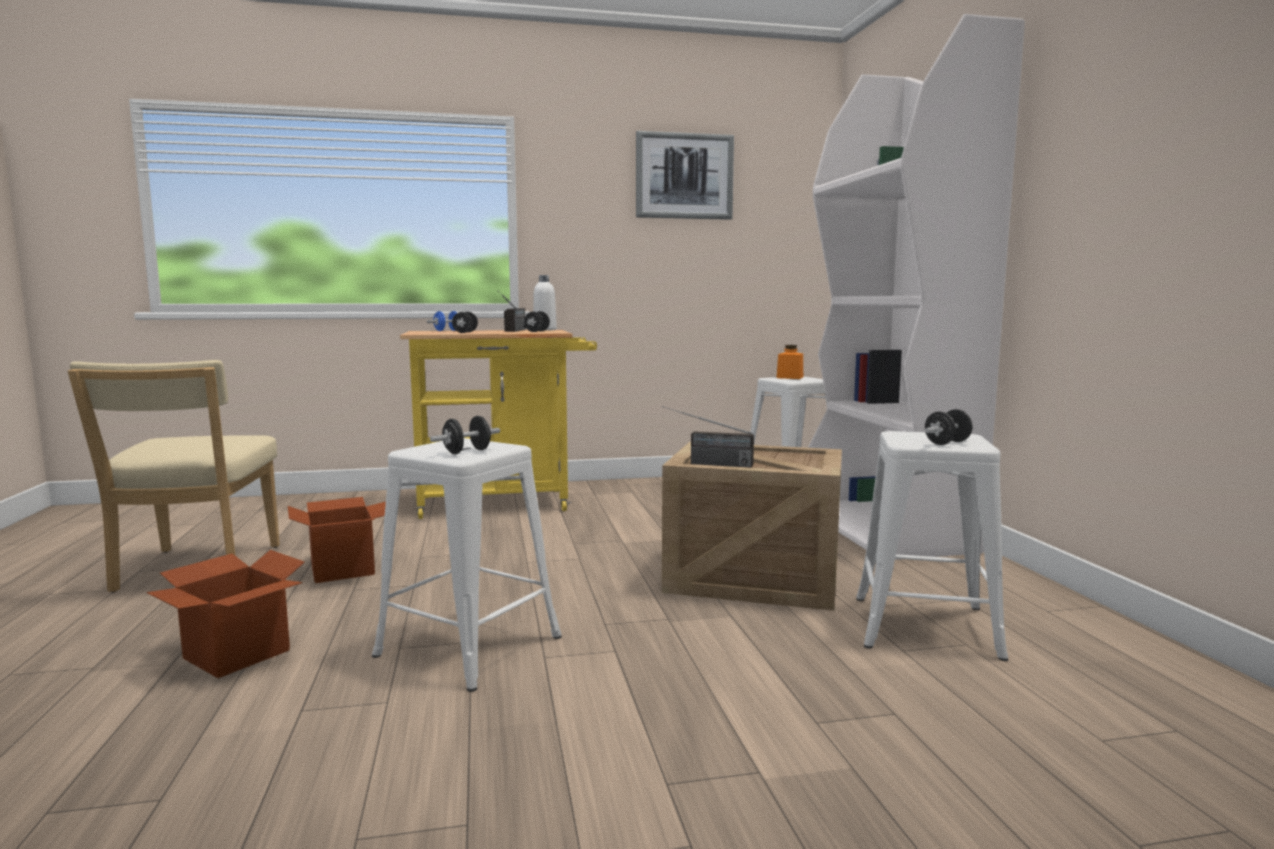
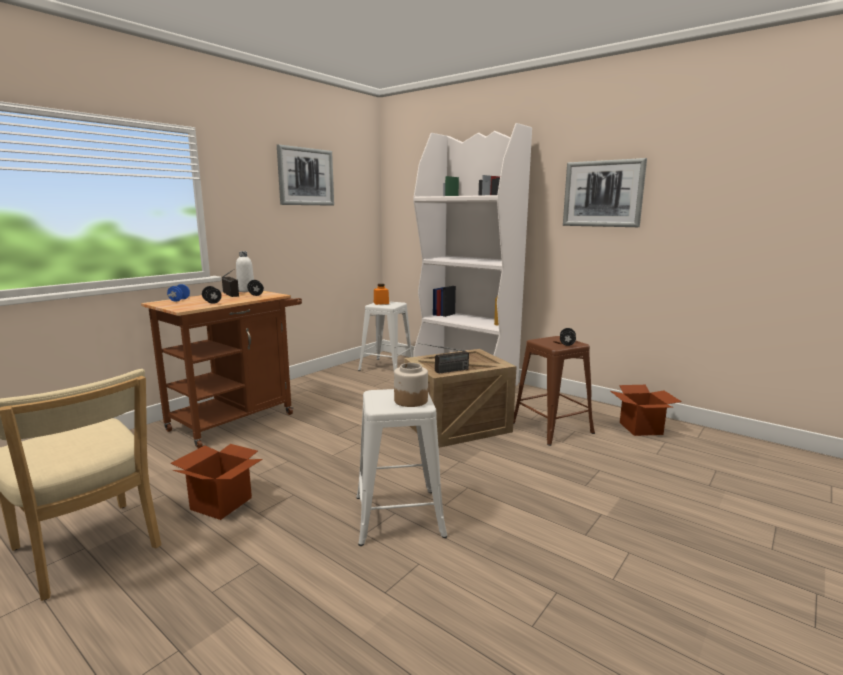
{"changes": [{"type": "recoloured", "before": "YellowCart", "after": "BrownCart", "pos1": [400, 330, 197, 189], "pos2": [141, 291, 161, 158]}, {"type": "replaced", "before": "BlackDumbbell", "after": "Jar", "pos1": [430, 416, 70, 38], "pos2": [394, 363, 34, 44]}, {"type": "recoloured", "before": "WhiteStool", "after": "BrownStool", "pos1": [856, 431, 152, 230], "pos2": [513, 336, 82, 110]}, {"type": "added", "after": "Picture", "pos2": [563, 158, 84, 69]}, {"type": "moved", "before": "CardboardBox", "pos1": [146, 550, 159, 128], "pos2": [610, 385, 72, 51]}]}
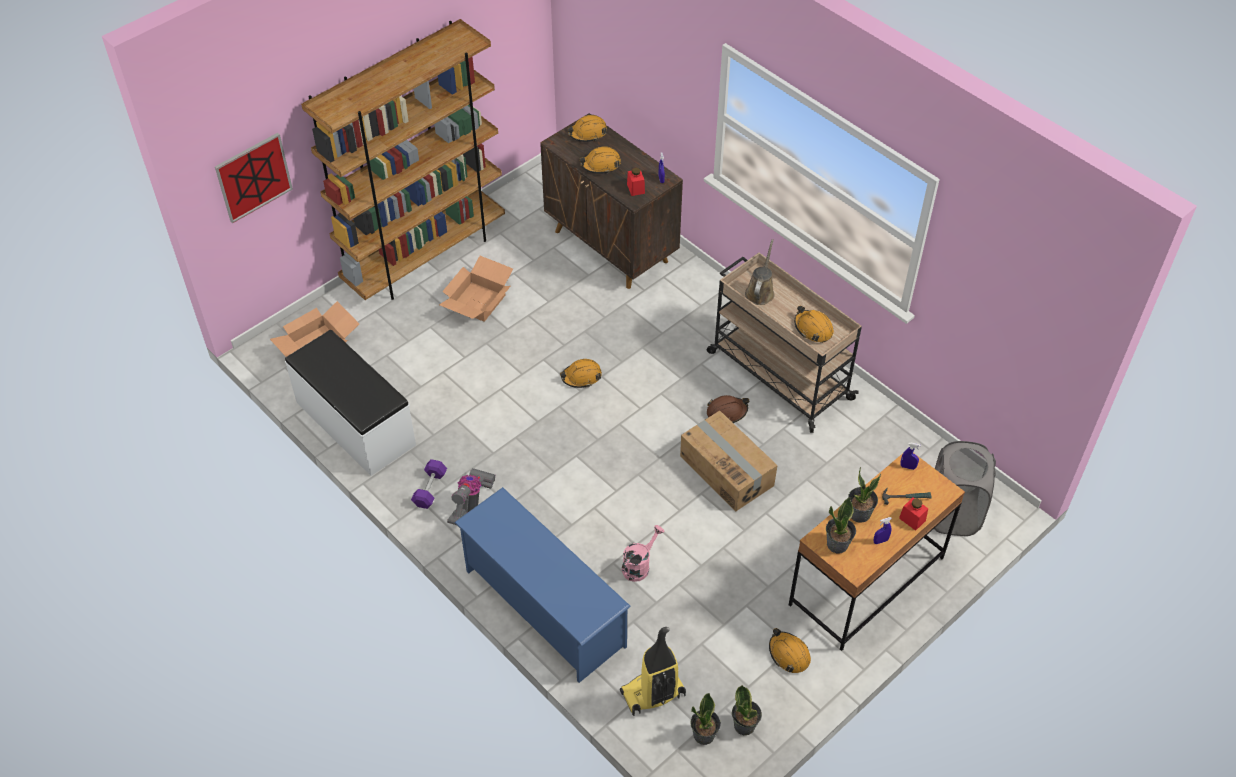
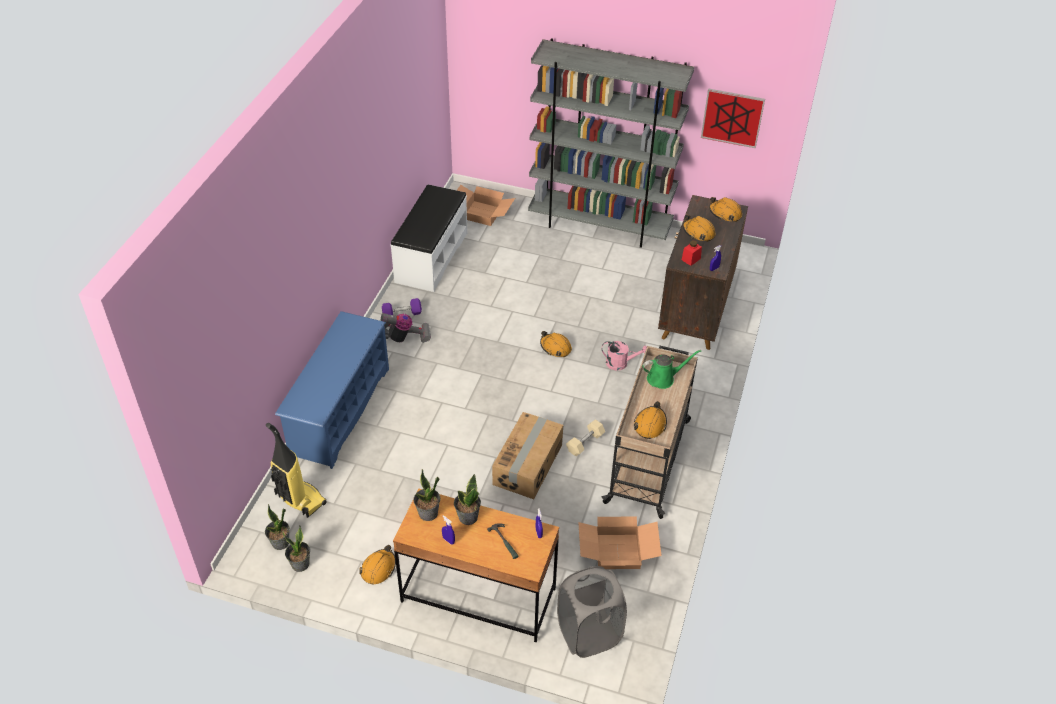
{"changes": [{"type": "recoloured", "before": "BrownBookcase", "after": "GreyBookcase", "pos1": [301, 19, 204, 281], "pos2": [528, 38, 166, 210]}, {"type": "replaced", "before": "BrownHardHat", "after": "BeigeDumbbell", "pos1": [707, 395, 42, 28], "pos2": [566, 419, 39, 37]}, {"type": "moved", "before": "CardboardBox", "pos1": [439, 256, 74, 66], "pos2": [578, 517, 84, 52]}, {"type": "moved", "before": "PinkWateringCan", "pos1": [621, 525, 43, 57], "pos2": [602, 341, 45, 30]}, {"type": "recoloured", "before": "BrownWateringCan", "after": "GreenWateringCan", "pos1": [745, 239, 29, 66], "pos2": [643, 350, 58, 39]}, {"type": "moved", "before": "Picture", "pos1": [215, 133, 78, 90], "pos2": [701, 88, 64, 60]}, {"type": "removed", "before": "RedJar", "pos1": [899, 498, 29, 33]}]}
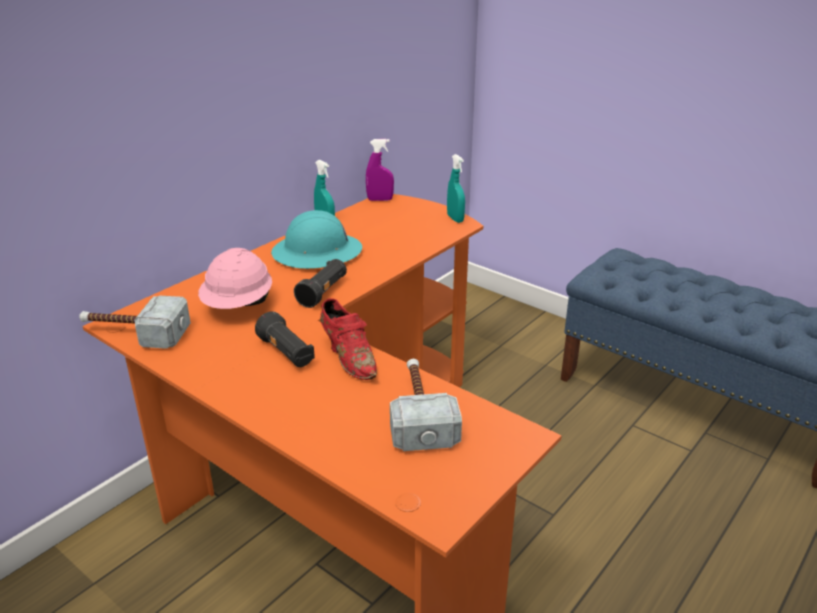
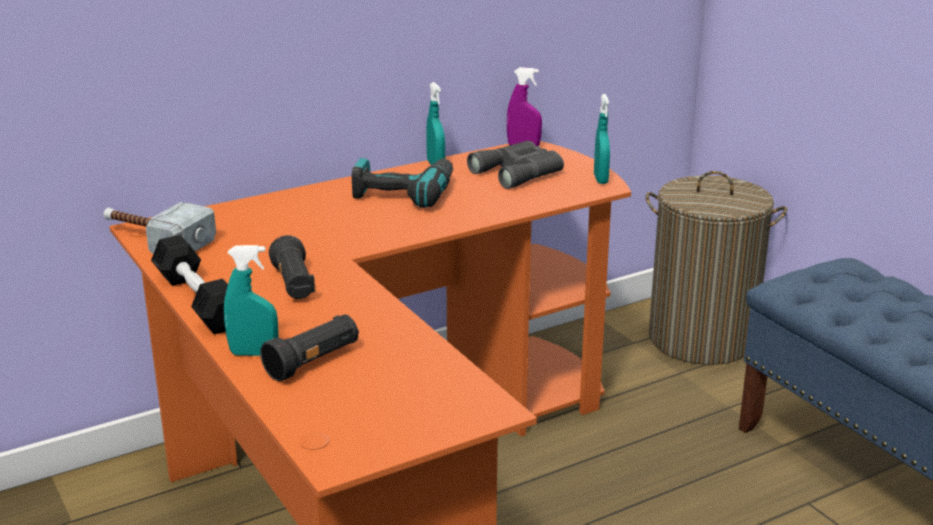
{"changes": [{"type": "added", "after": "BlackDumbbell", "pos2": [151, 235, 77, 99]}, {"type": "added", "after": "TurquoiseSprayBottle", "pos2": [224, 245, 55, 111]}, {"type": "moved", "before": "BlackFlashlight", "pos1": [294, 259, 53, 49], "pos2": [260, 314, 99, 67]}, {"type": "replaced", "before": "TurquoiseHardHat", "after": "PowerDrill", "pos1": [271, 210, 91, 59], "pos2": [352, 158, 101, 50]}, {"type": "added", "after": "GreyBinoculars", "pos2": [467, 141, 97, 48]}, {"type": "added", "after": "LaundryBasket", "pos2": [645, 171, 142, 194]}, {"type": "removed", "before": "PinkHardHat", "pos1": [198, 248, 74, 61]}, {"type": "removed", "before": "RedShoe", "pos1": [320, 298, 57, 82]}, {"type": "removed", "before": "Hammer", "pos1": [390, 359, 72, 92]}]}
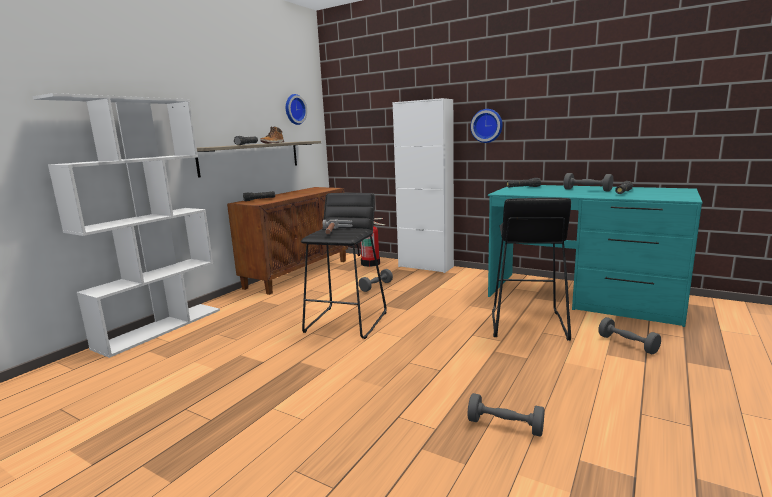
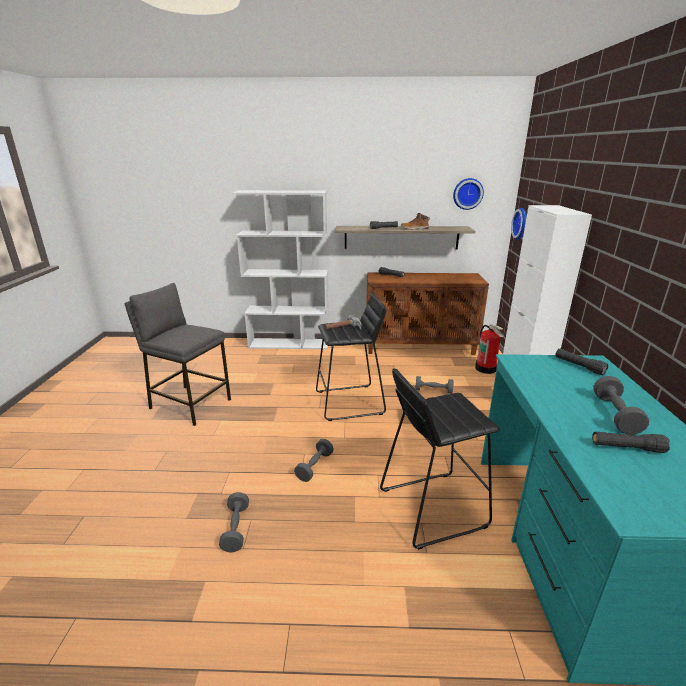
{"changes": [{"type": "added", "after": "GreyStool", "pos2": [125, 283, 106, 143]}, {"type": "moved", "before": "GreyDumbbell", "pos1": [598, 317, 63, 37], "pos2": [294, 439, 40, 43]}, {"type": "moved", "before": "WallClock", "pos1": [470, 109, 32, 34], "pos2": [511, 208, 16, 32]}]}
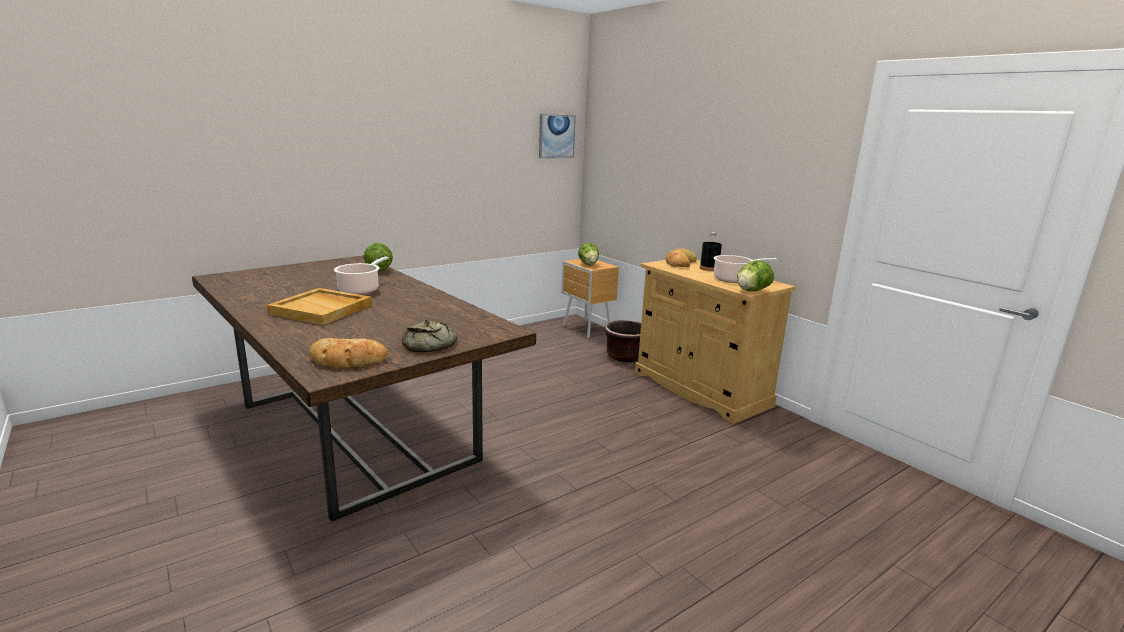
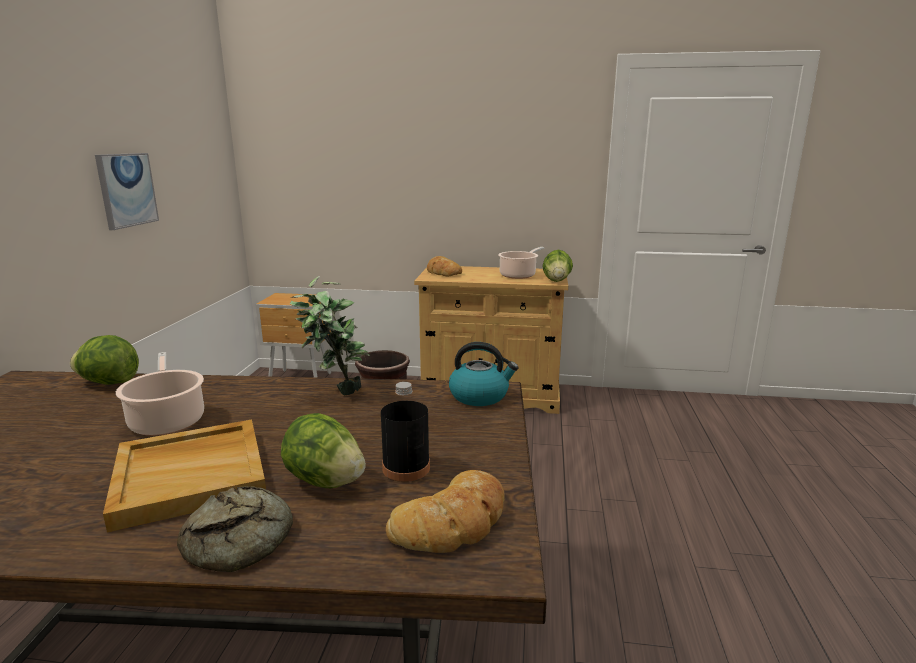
{"changes": [{"type": "moved", "before": "Picture", "pos1": [539, 114, 37, 44], "pos2": [95, 153, 64, 77]}, {"type": "moved", "before": "Bread", "pos1": [402, 320, 55, 32], "pos2": [177, 486, 116, 86]}, {"type": "moved", "before": "Lettuce", "pos1": [578, 242, 21, 23], "pos2": [281, 413, 85, 75]}, {"type": "added", "after": "PottedPlant", "pos2": [290, 276, 80, 119]}, {"type": "moved", "before": "BlackBottle", "pos1": [700, 232, 22, 39], "pos2": [381, 382, 49, 100]}, {"type": "added", "after": "Kettle", "pos2": [449, 342, 70, 64]}]}
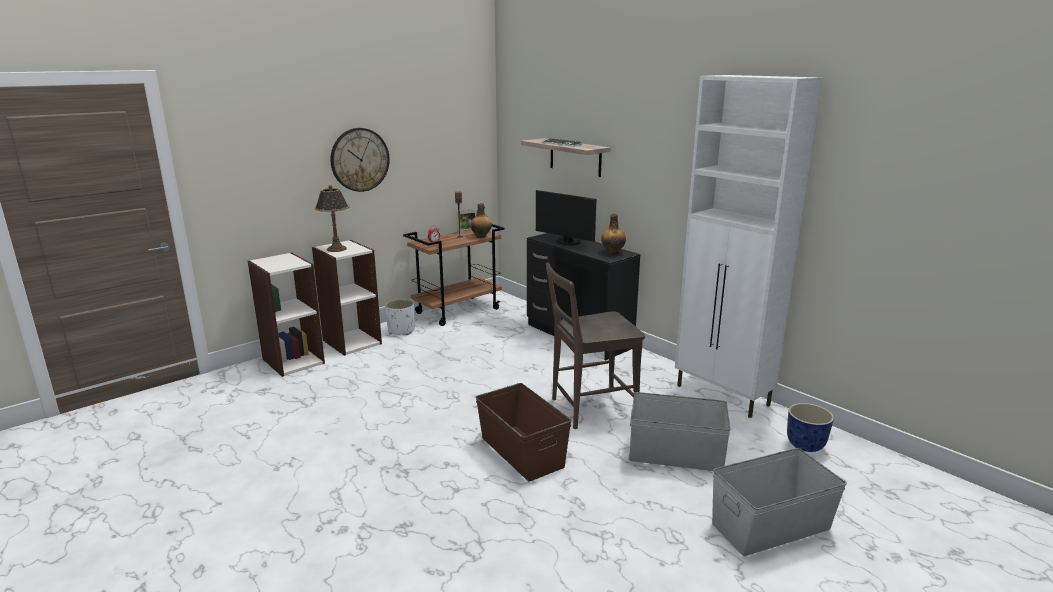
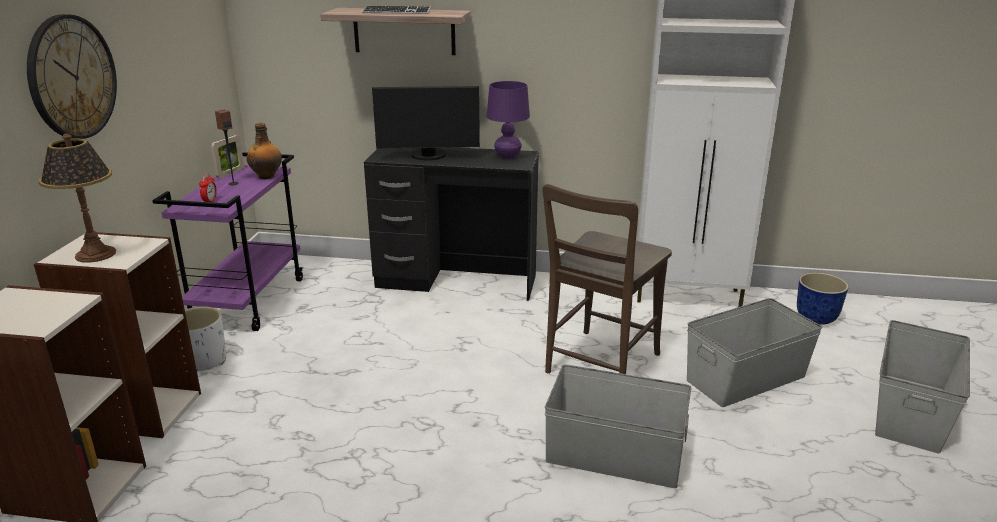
{"changes": [{"type": "recoloured", "before": "BrownCart", "after": "PurpleCart", "pos1": [403, 224, 101, 102], "pos2": [152, 152, 151, 179]}, {"type": "replaced", "before": "Bottle", "after": "PurpleTableLamp", "pos1": [601, 214, 25, 40], "pos2": [487, 81, 43, 78]}, {"type": "recoloured", "before": "BrownStorageBox", "after": "GreyStorageBox", "pos1": [476, 383, 96, 99], "pos2": [545, 365, 146, 123]}]}
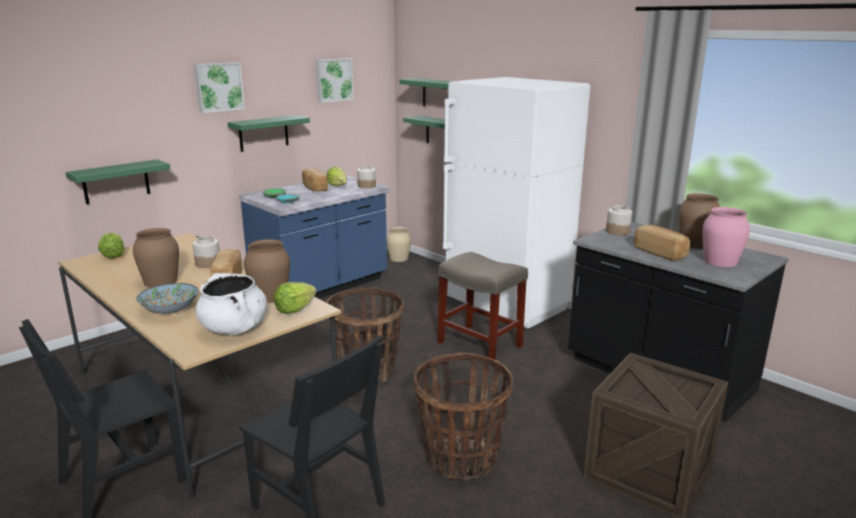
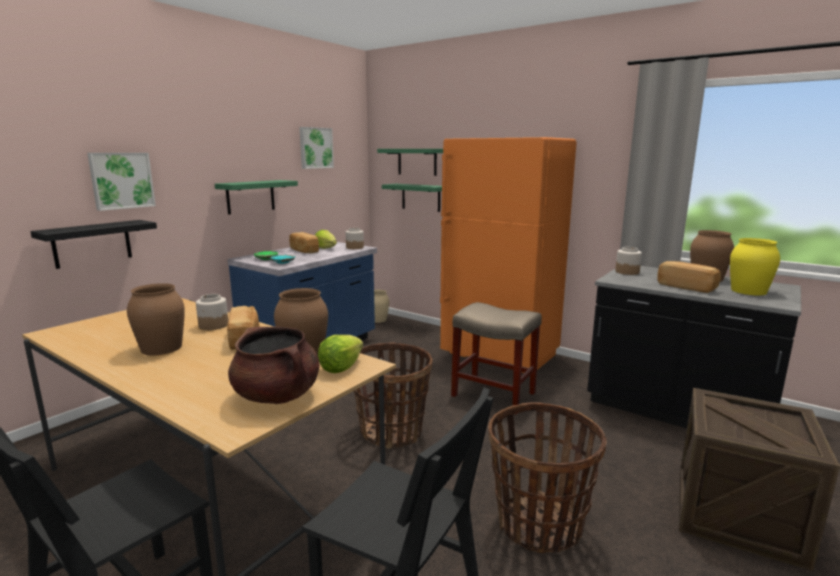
{"changes": [{"type": "recoloured", "before": "GreenShelf", "after": "BlackShelf", "pos1": [65, 159, 105, 45], "pos2": [30, 220, 127, 49]}, {"type": "moved", "before": "Picture", "pos1": [194, 62, 51, 51], "pos2": [87, 153, 69, 58]}, {"type": "recoloured", "before": "WhiteCookingPot", "after": "BrownCookingPot", "pos1": [195, 273, 72, 62], "pos2": [228, 327, 91, 77]}, {"type": "recoloured", "before": "WhiteFridge", "after": "OrangeFridge", "pos1": [443, 77, 147, 251], "pos2": [440, 137, 137, 236]}, {"type": "recoloured", "before": "PinkVase", "after": "YellowVase", "pos1": [703, 207, 47, 60], "pos2": [730, 238, 50, 57]}, {"type": "removed", "before": "Lettuce", "pos1": [98, 233, 27, 26]}, {"type": "removed", "before": "Bowl", "pos1": [136, 283, 63, 31]}]}
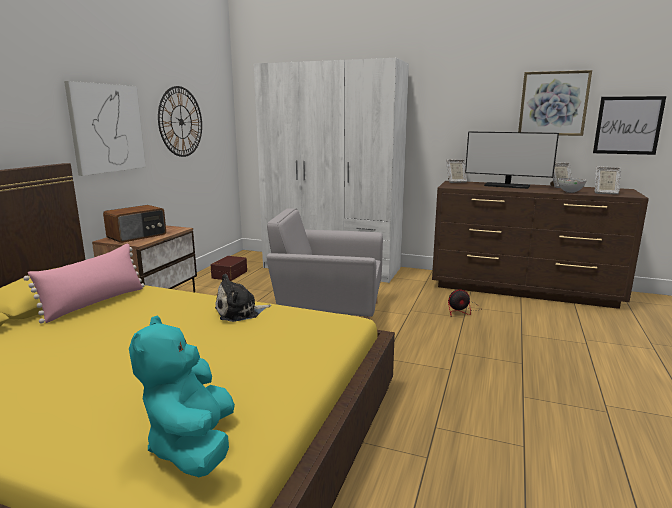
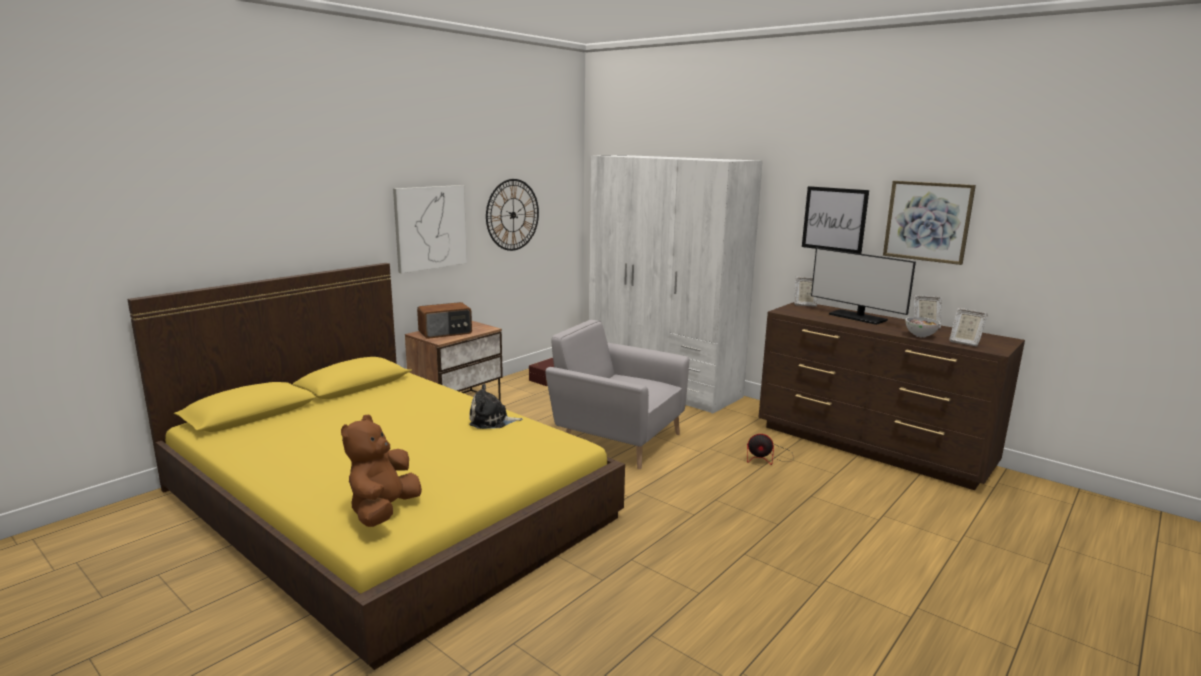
{"changes": [{"type": "recoloured", "before": "TurquoisePlushToy", "after": "BrownPlushToy", "pos1": [129, 316, 106, 161], "pos2": [341, 415, 81, 112]}, {"type": "moved", "before": "Picture", "pos1": [593, 96, 73, 59], "pos2": [802, 186, 67, 68]}, {"type": "removed", "before": "PinkPillow", "pos1": [23, 244, 122, 80]}]}
